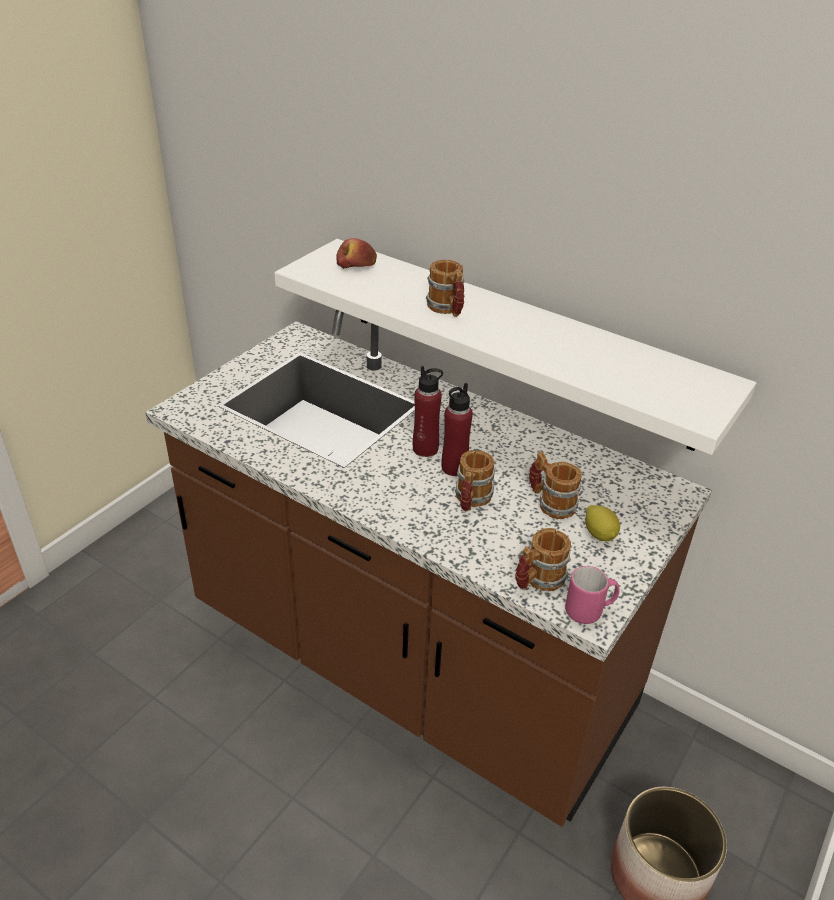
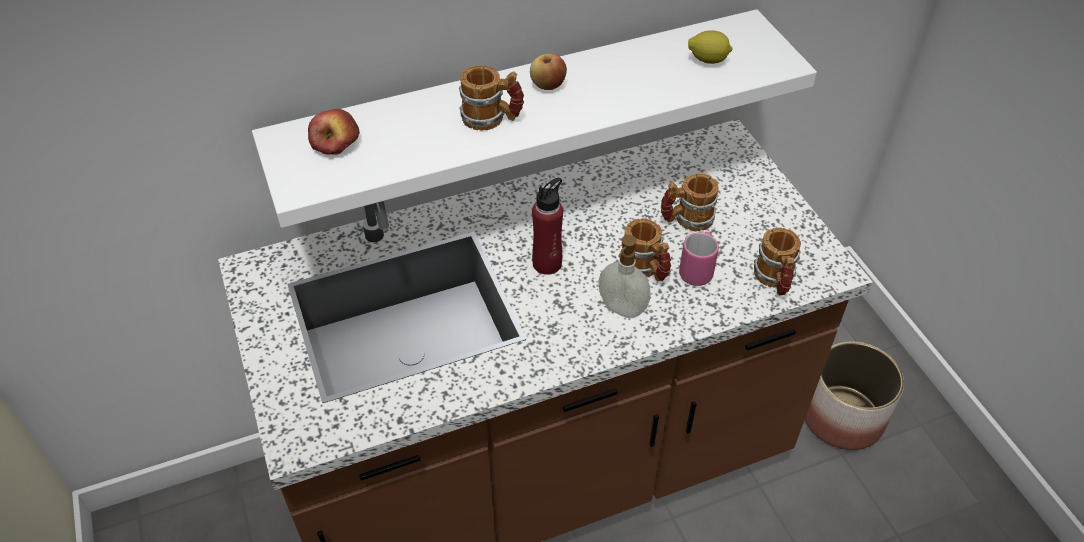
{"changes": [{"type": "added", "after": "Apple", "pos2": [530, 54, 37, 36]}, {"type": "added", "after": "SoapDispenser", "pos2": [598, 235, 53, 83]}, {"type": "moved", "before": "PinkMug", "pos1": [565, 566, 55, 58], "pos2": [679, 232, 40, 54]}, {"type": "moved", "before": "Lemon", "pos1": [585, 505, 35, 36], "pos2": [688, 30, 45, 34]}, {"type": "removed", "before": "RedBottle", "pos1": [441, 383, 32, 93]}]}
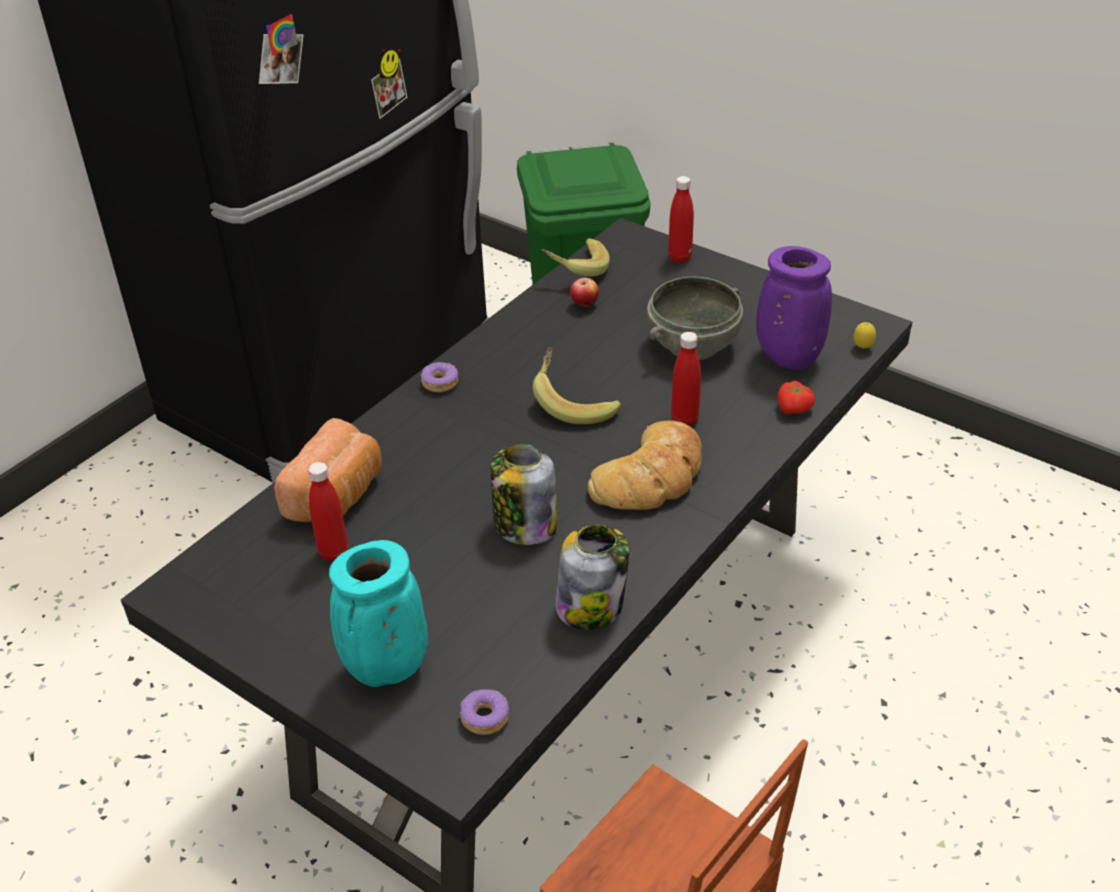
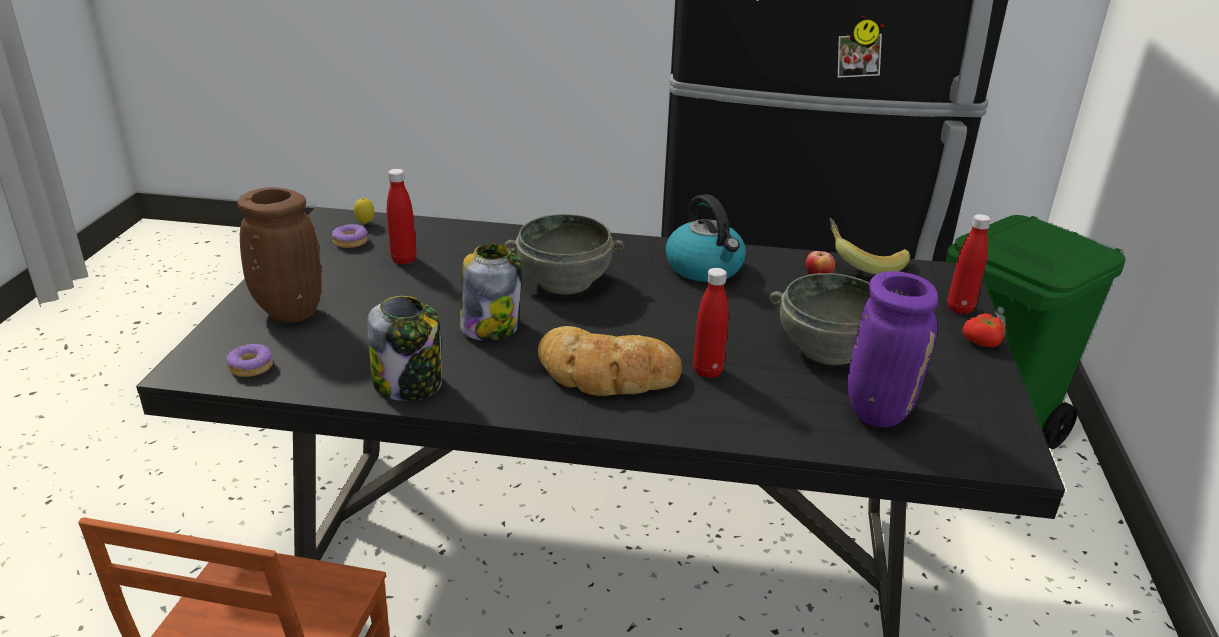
{"changes": [{"type": "recoloured", "before": "TurquoiseVase", "after": "BrownVase", "pos1": [329, 540, 99, 147], "pos2": [238, 187, 84, 136]}, {"type": "moved", "before": "Donut", "pos1": [421, 362, 37, 31], "pos2": [332, 224, 36, 24]}, {"type": "moved", "before": "Lemon", "pos1": [854, 322, 22, 27], "pos2": [354, 197, 21, 27]}, {"type": "added", "after": "GreyBowl", "pos2": [505, 214, 120, 80]}, {"type": "added", "after": "Kettle", "pos2": [665, 194, 81, 88]}, {"type": "moved", "before": "Tomato", "pos1": [777, 381, 38, 33], "pos2": [963, 313, 42, 34]}, {"type": "removed", "before": "Bread", "pos1": [274, 418, 108, 104]}, {"type": "removed", "before": "Banana", "pos1": [533, 347, 88, 77]}]}
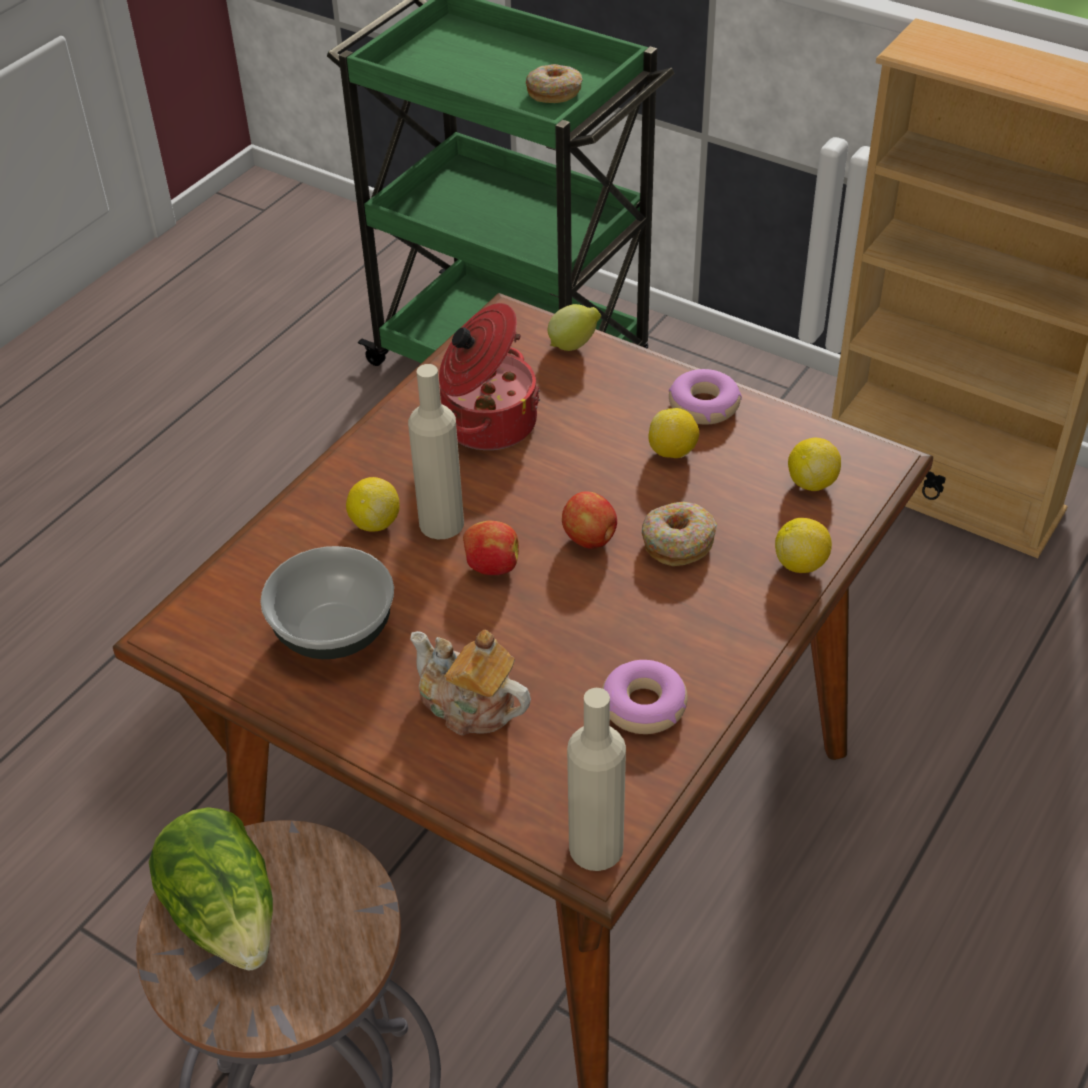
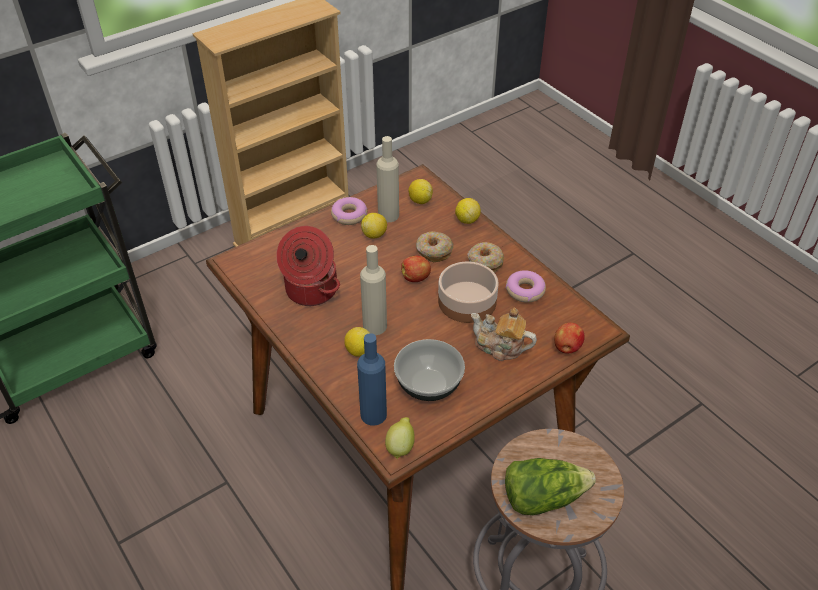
{"changes": [{"type": "added", "after": "BlueBottle", "pos2": [357, 333, 30, 92]}, {"type": "moved", "before": "BeigeBottle", "pos1": [567, 688, 59, 183], "pos2": [376, 136, 23, 86]}, {"type": "moved", "before": "Lemon", "pos1": [548, 304, 53, 47], "pos2": [385, 417, 30, 42]}, {"type": "added", "after": "Bowl", "pos2": [438, 261, 61, 62]}, {"type": "moved", "before": "Donut", "pos1": [526, 64, 57, 39], "pos2": [467, 242, 37, 31]}, {"type": "turned", "before": "Teapot", "pos1": [410, 630, 121, 106], "pos2": [471, 307, 66, 54], "turn": 60}, {"type": "moved", "before": "Apple", "pos1": [463, 521, 56, 54], "pos2": [554, 323, 31, 30]}]}
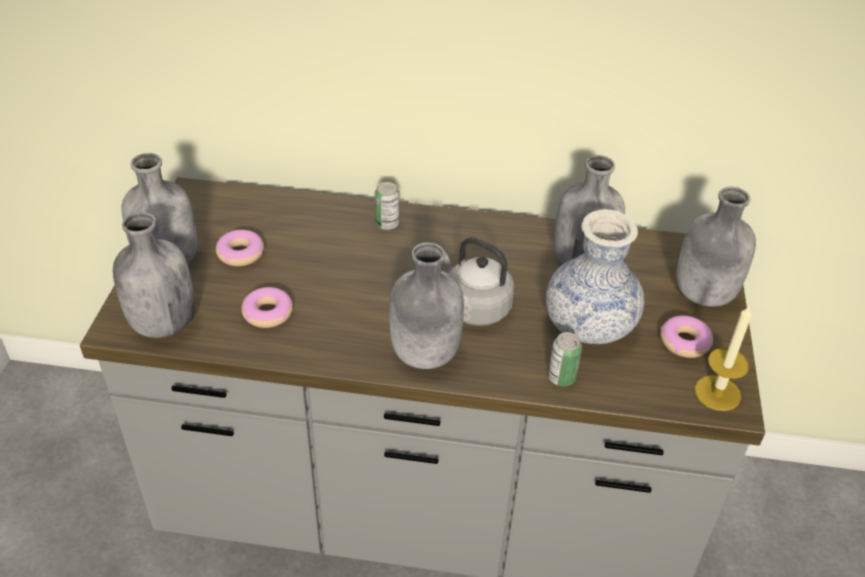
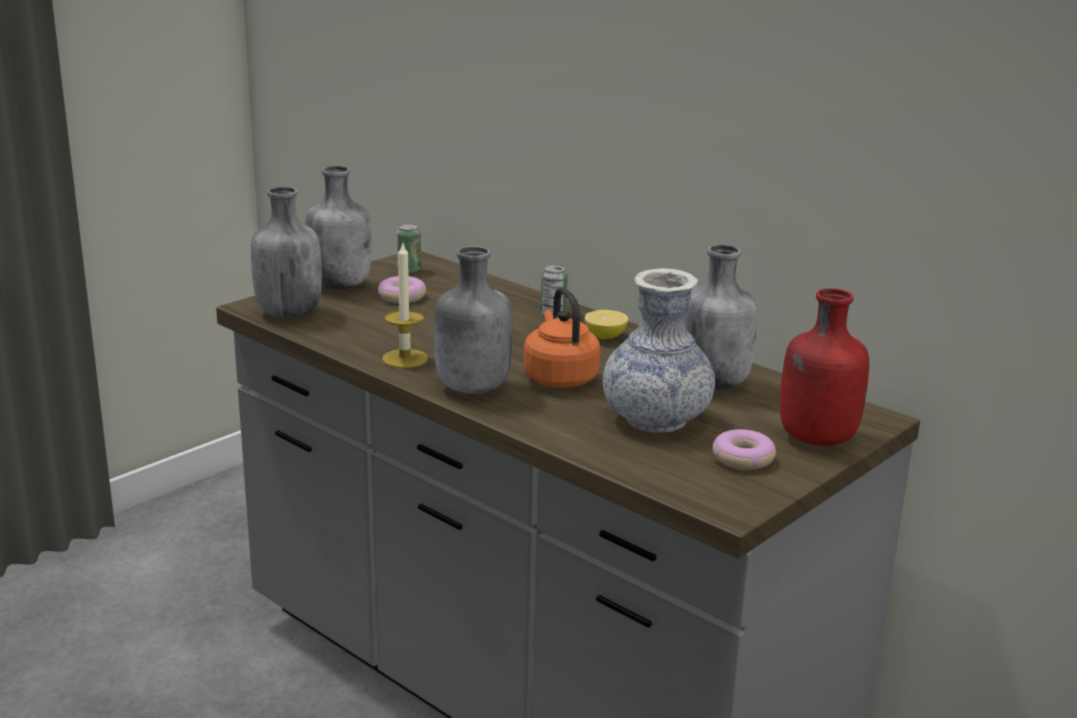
{"changes": [{"type": "moved", "before": "Candle", "pos1": [695, 305, 57, 106], "pos2": [382, 243, 46, 125]}, {"type": "moved", "before": "Can", "pos1": [548, 332, 34, 54], "pos2": [397, 224, 24, 49]}, {"type": "recoloured", "before": "GreyKettle", "after": "OrangeKettle", "pos1": [443, 237, 71, 89], "pos2": [524, 287, 76, 101]}, {"type": "added", "after": "Lemon", "pos2": [585, 310, 43, 29]}, {"type": "recoloured", "before": "GreyBottle", "after": "RedBottle", "pos1": [676, 187, 80, 120], "pos2": [780, 288, 89, 158]}, {"type": "removed", "before": "Donut", "pos1": [241, 287, 52, 41]}]}
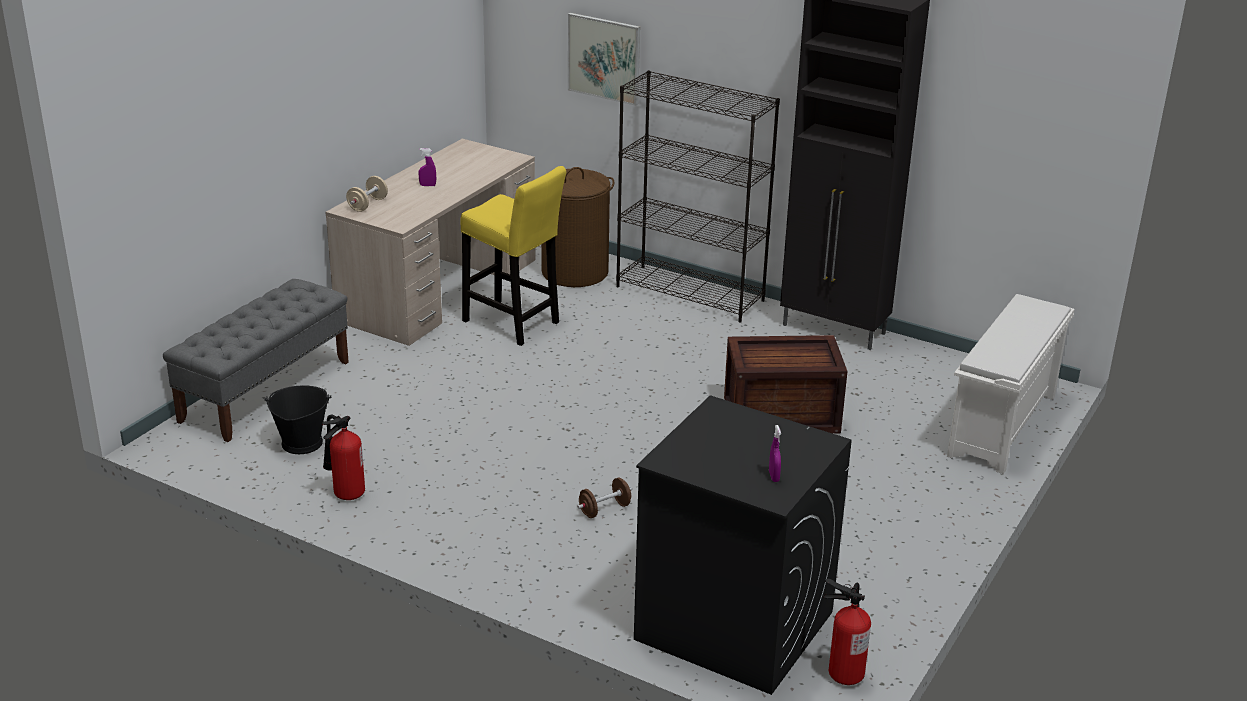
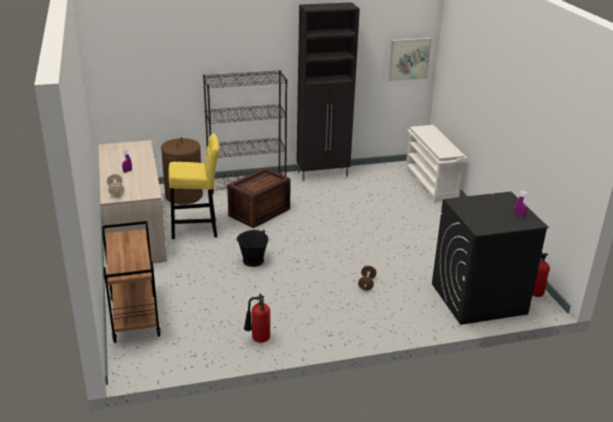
{"changes": [{"type": "replaced", "before": "GreyBench", "after": "BrownCart", "pos1": [163, 279, 186, 163], "pos2": [102, 221, 59, 122]}, {"type": "moved", "before": "Crate", "pos1": [724, 335, 124, 99], "pos2": [227, 168, 64, 60]}, {"type": "moved", "before": "BlackBucket", "pos1": [264, 385, 67, 69], "pos2": [236, 230, 32, 37]}, {"type": "moved", "before": "Picture", "pos1": [568, 13, 72, 93], "pos2": [388, 38, 44, 43]}]}
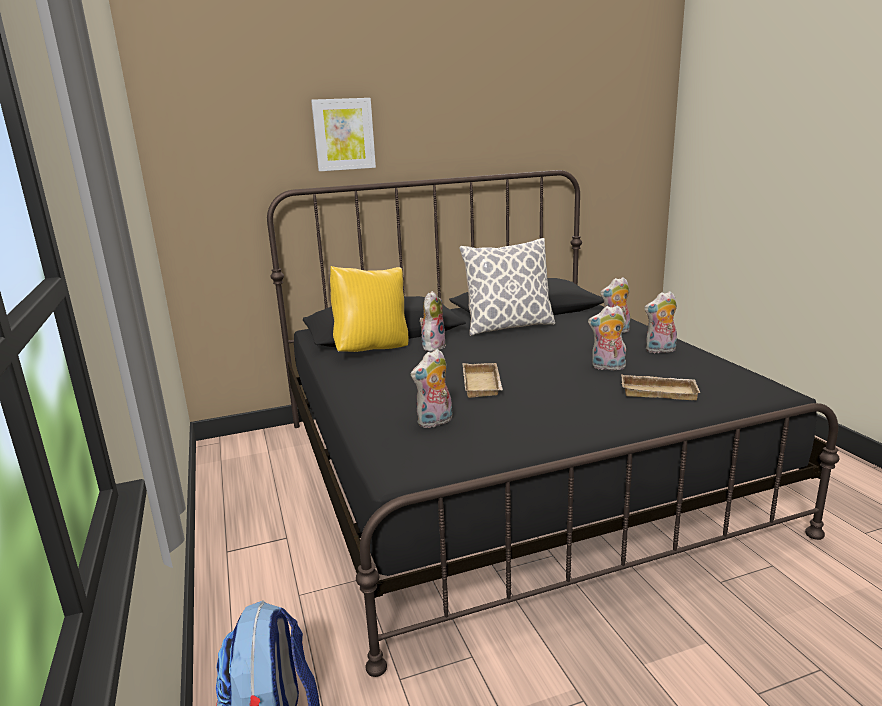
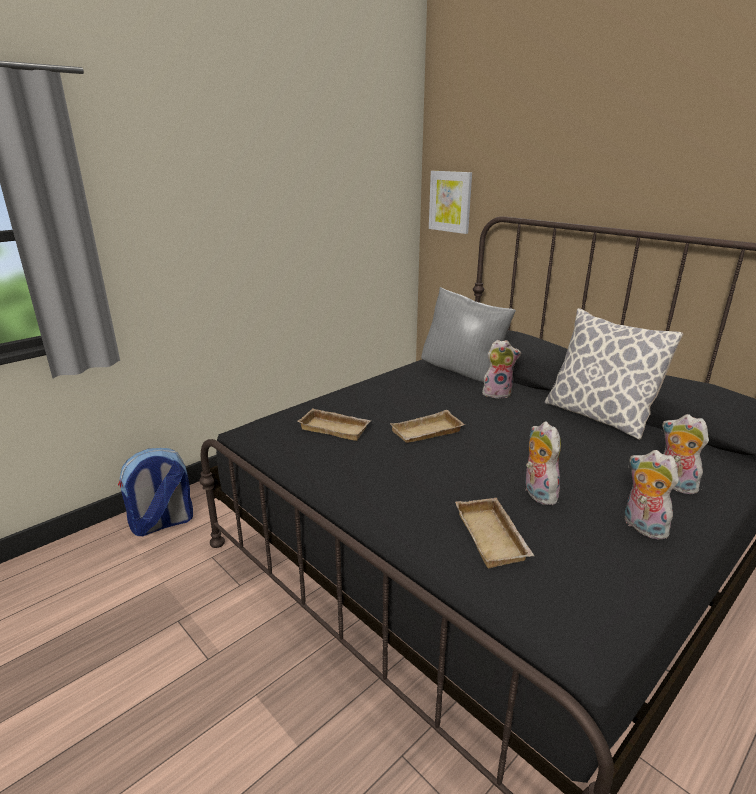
{"changes": [{"type": "replaced", "before": "PlushToy", "after": "BeigeTray", "pos1": [411, 349, 41, 79], "pos2": [297, 408, 74, 33]}, {"type": "recoloured", "before": "YellowPillow", "after": "GreyPillow", "pos1": [330, 266, 78, 86], "pos2": [421, 287, 95, 95]}, {"type": "moved", "before": "Picture", "pos1": [311, 98, 65, 73], "pos2": [429, 171, 43, 63]}]}
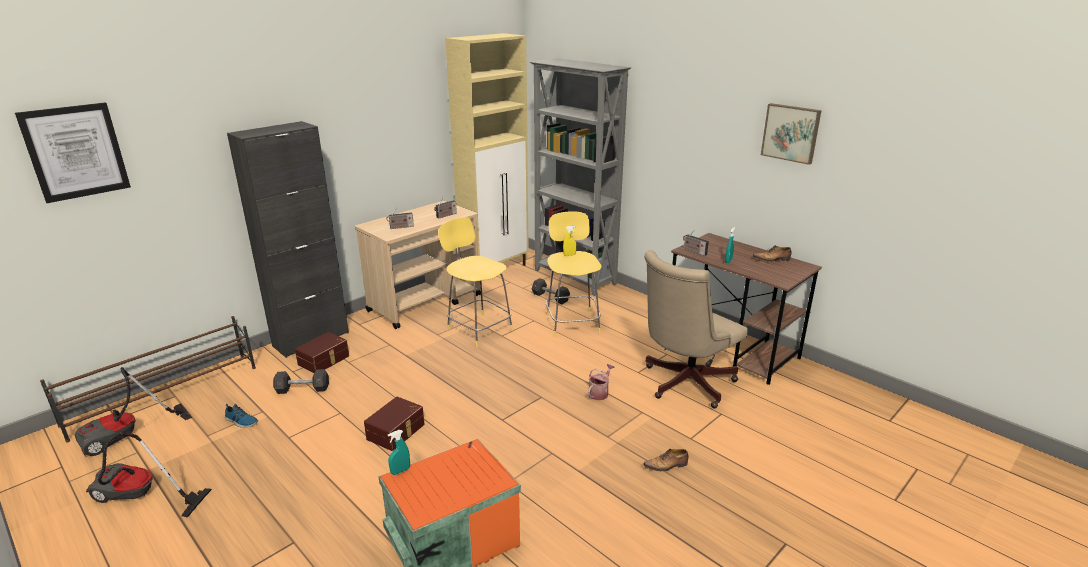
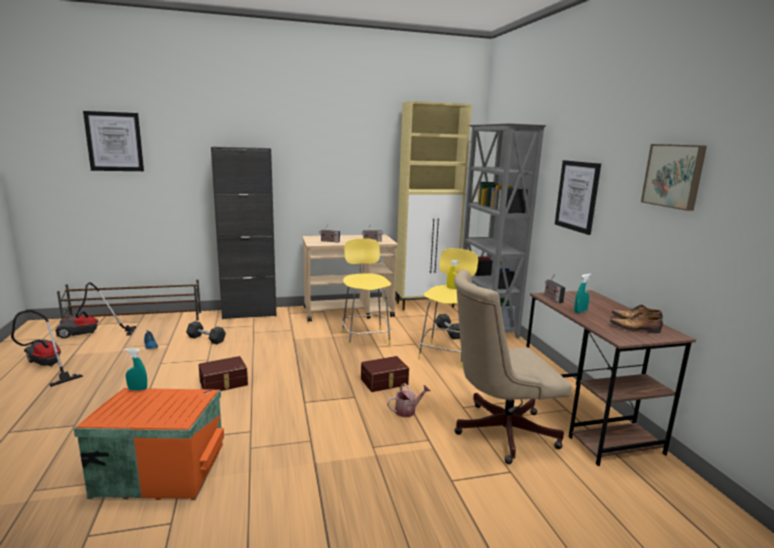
{"changes": [{"type": "moved", "before": "BrownStorageBox", "pos1": [295, 332, 54, 41], "pos2": [361, 356, 48, 36]}, {"type": "added", "after": "Picture", "pos2": [555, 160, 46, 75]}, {"type": "moved", "before": "Shoe", "pos1": [643, 449, 46, 22], "pos2": [610, 312, 53, 21]}]}
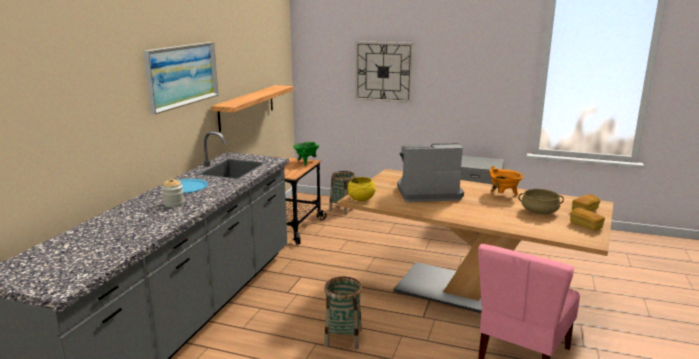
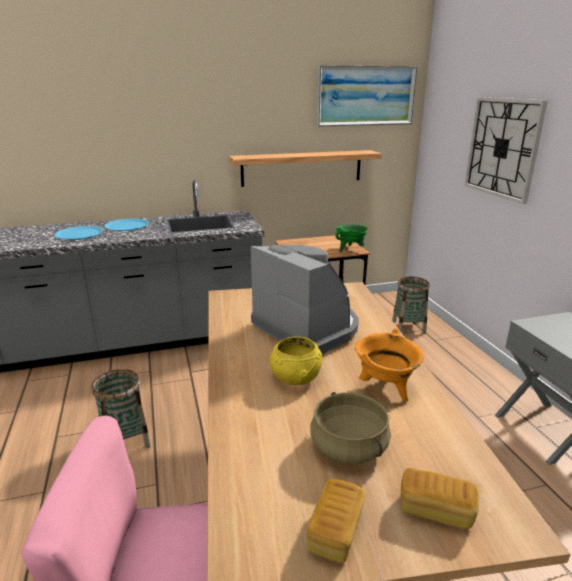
{"changes": [{"type": "replaced", "before": "Jar", "after": "BluePlate", "pos1": [162, 178, 22, 29], "pos2": [55, 226, 48, 14]}, {"type": "moved", "before": "YellowBowl", "pos1": [348, 177, 28, 24], "pos2": [269, 336, 53, 49]}, {"type": "moved", "before": "Picture", "pos1": [144, 42, 75, 72], "pos2": [317, 65, 100, 62]}]}
